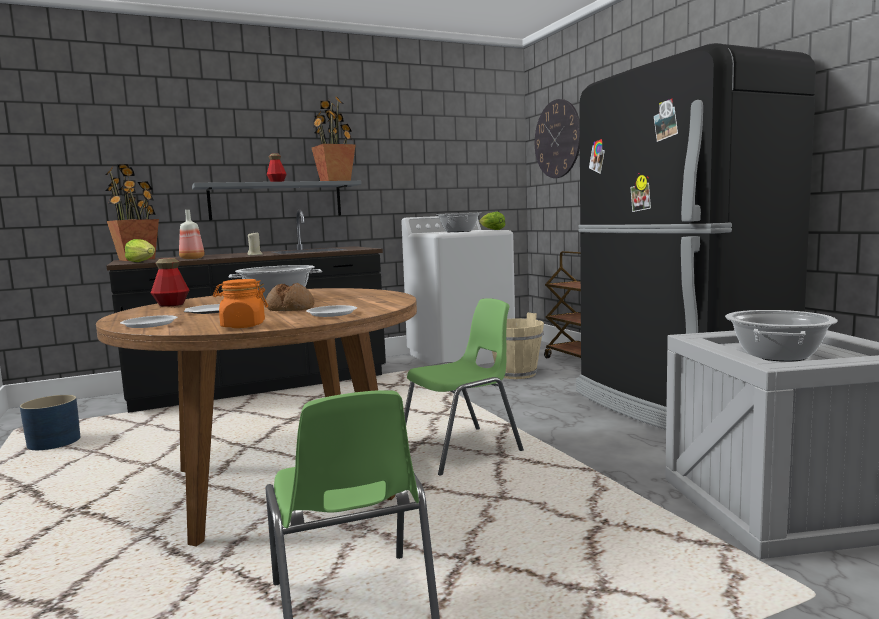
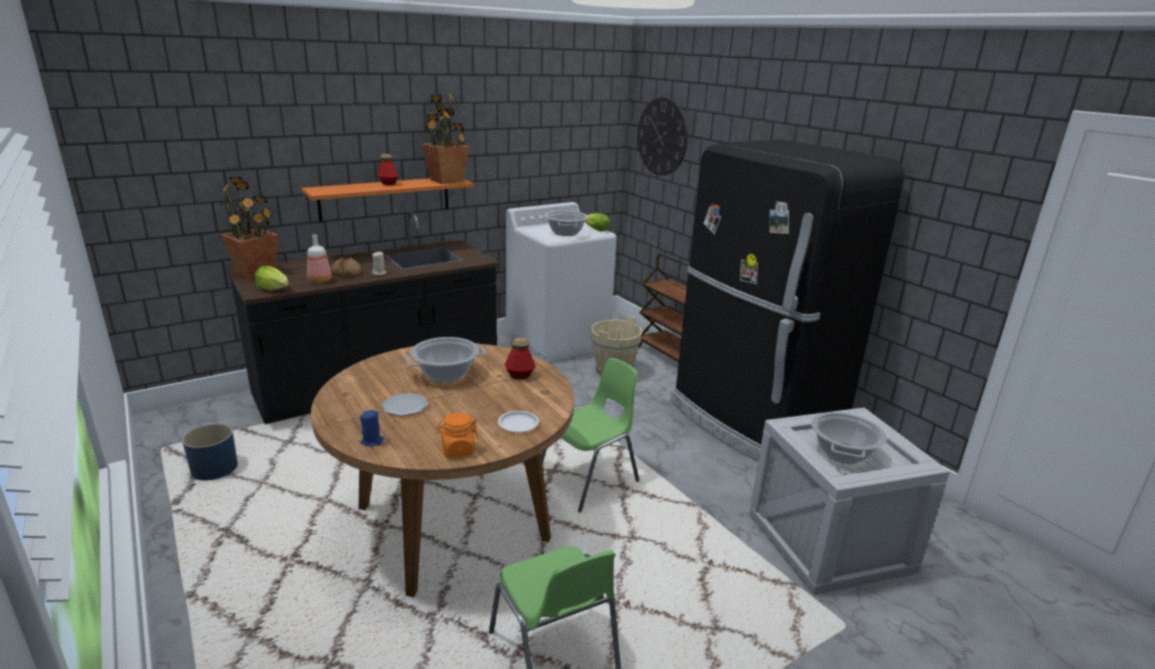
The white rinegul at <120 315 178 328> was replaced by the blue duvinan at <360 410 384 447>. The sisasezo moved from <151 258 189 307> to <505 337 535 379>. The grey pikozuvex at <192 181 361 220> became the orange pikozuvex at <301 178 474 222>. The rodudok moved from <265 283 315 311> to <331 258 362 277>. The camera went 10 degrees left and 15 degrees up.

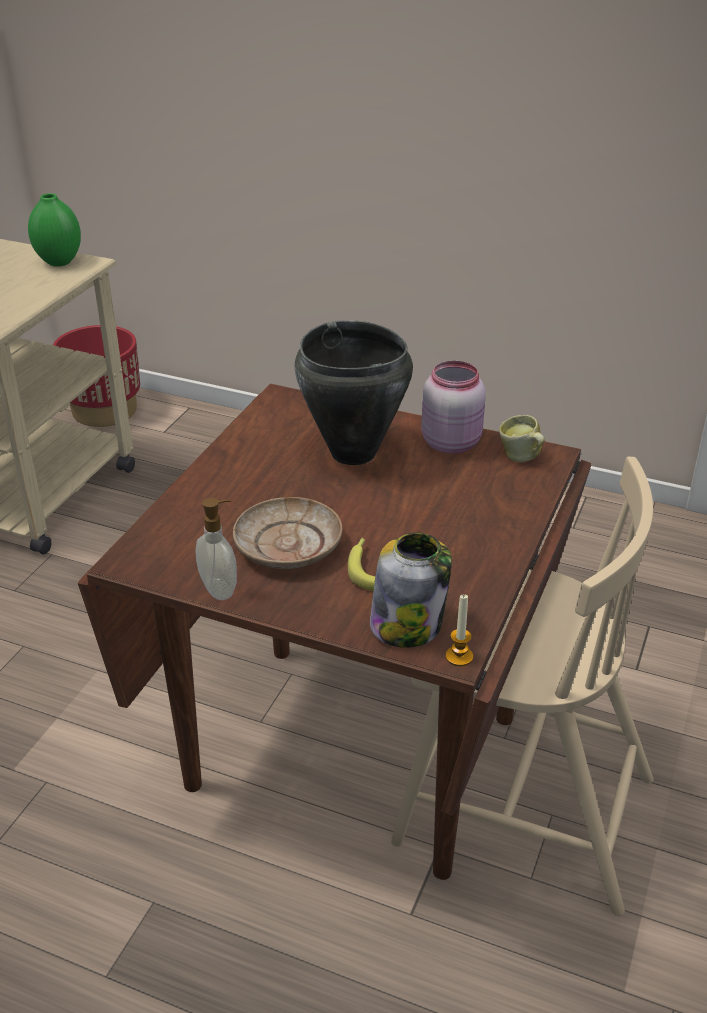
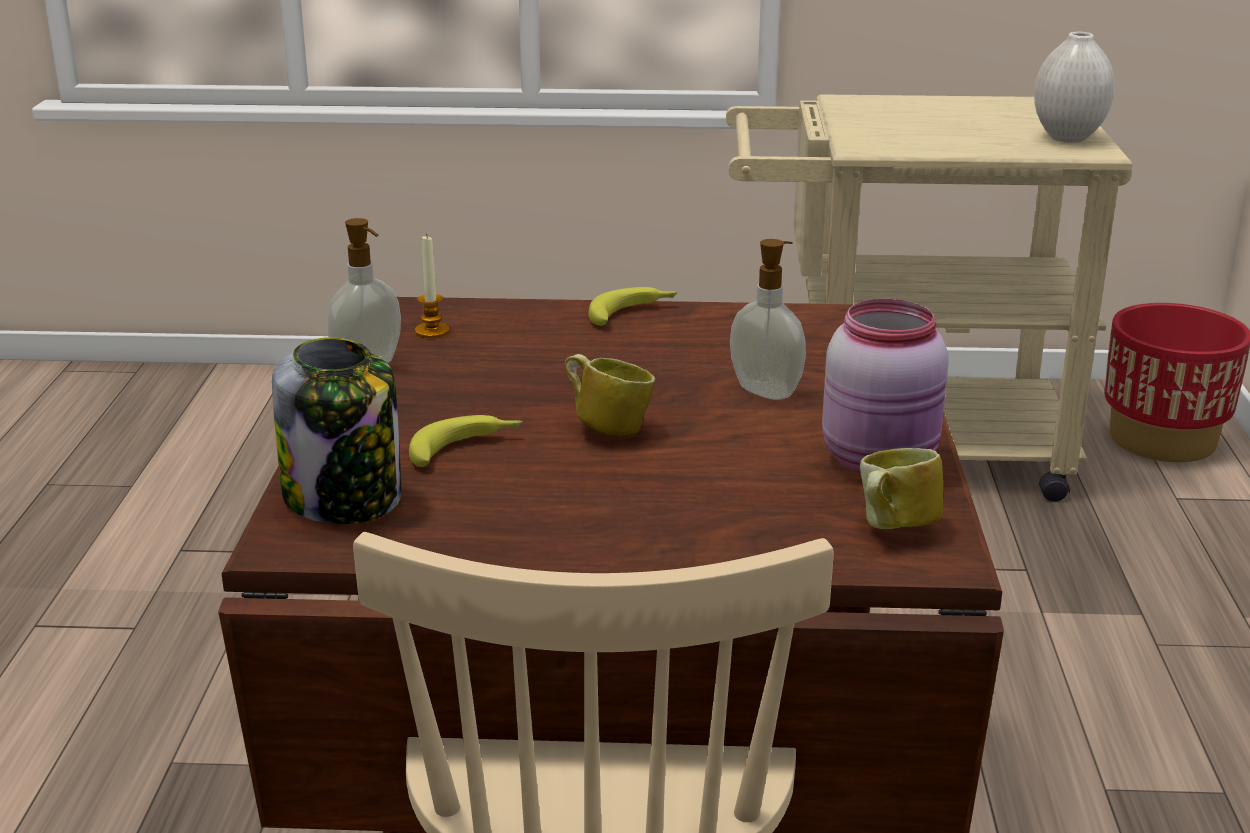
The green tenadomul at <28 193 81 267> became the white tenadomul at <1034 32 1115 143>. The beige rinegul at <233 497 342 569> disappeared. The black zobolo at <295 320 413 465> was replaced by the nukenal at <730 239 806 400>. The duvinan moved from <446 594 473 666> to <415 236 450 338>. The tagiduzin at <565 354 655 437> appeared. The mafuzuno at <589 287 678 326> appeared. The camera went 70 degrees right and 10 degrees down.

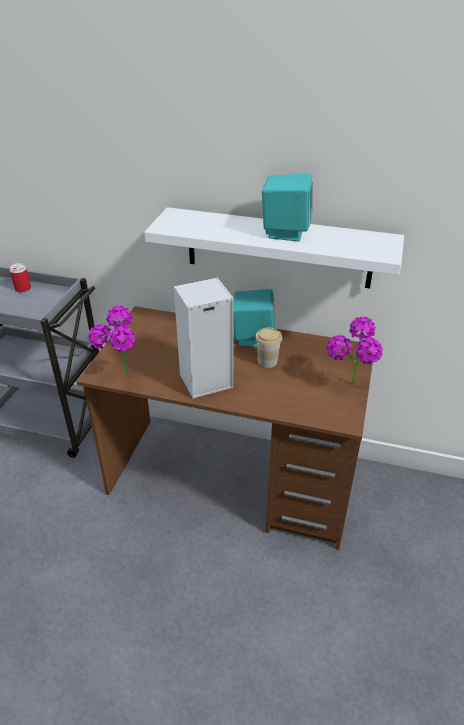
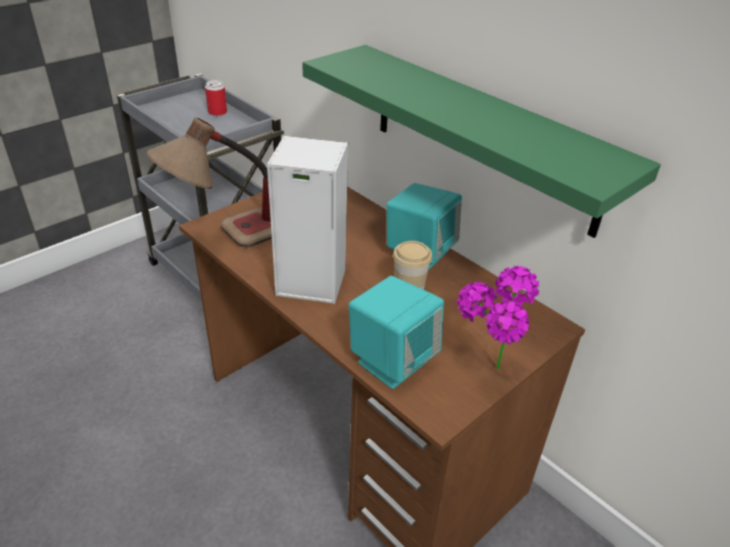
The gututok at <88 306 136 373> was replaced by the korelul at <146 117 272 248>. The white pikozuvex at <144 207 404 288> became the green pikozuvex at <302 45 661 238>. The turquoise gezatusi moved from <262 174 313 242> to <349 276 444 389>. The camera went 30 degrees right and 0 degrees up.

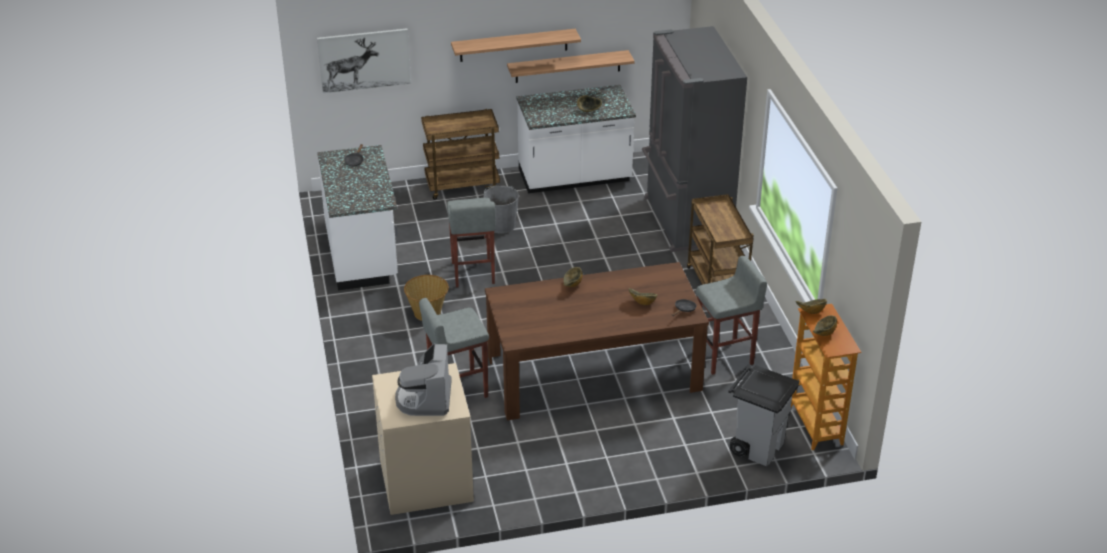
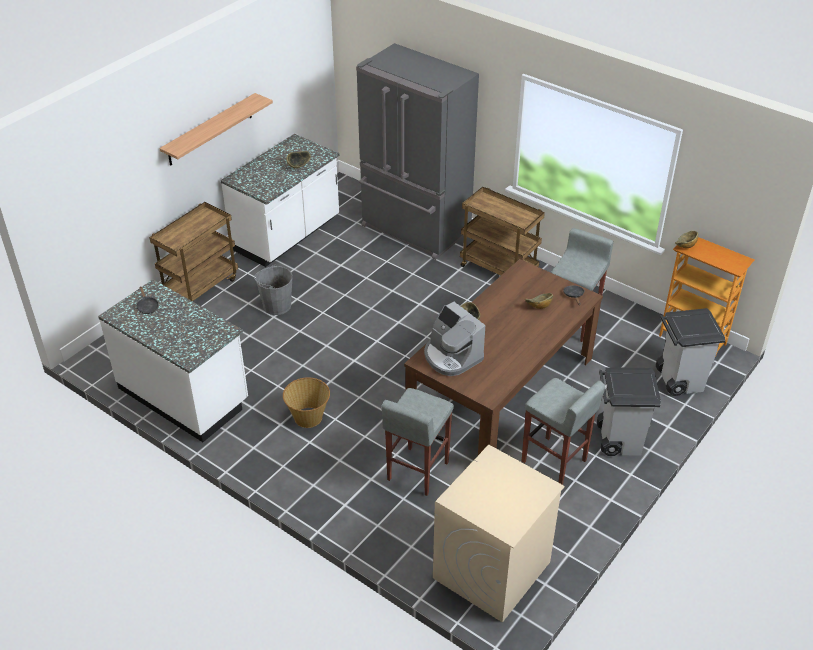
The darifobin at <317 28 411 93> disappeared. The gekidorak moved from <395 343 452 416> to <424 302 485 376>. The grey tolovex moved from <447 198 496 287> to <522 378 605 485>. The pikozuvex at <507 50 635 83> disappeared. The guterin at <813 315 837 336> disappeared. The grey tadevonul at <597 367 661 456> appeared. The camera went 40 degrees left and 5 degrees up.

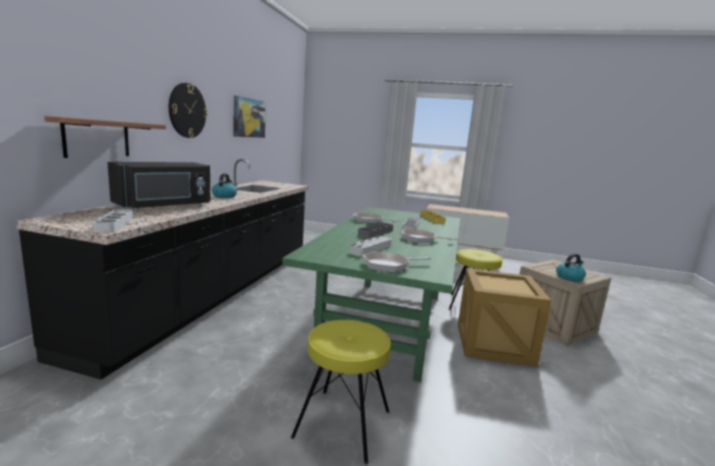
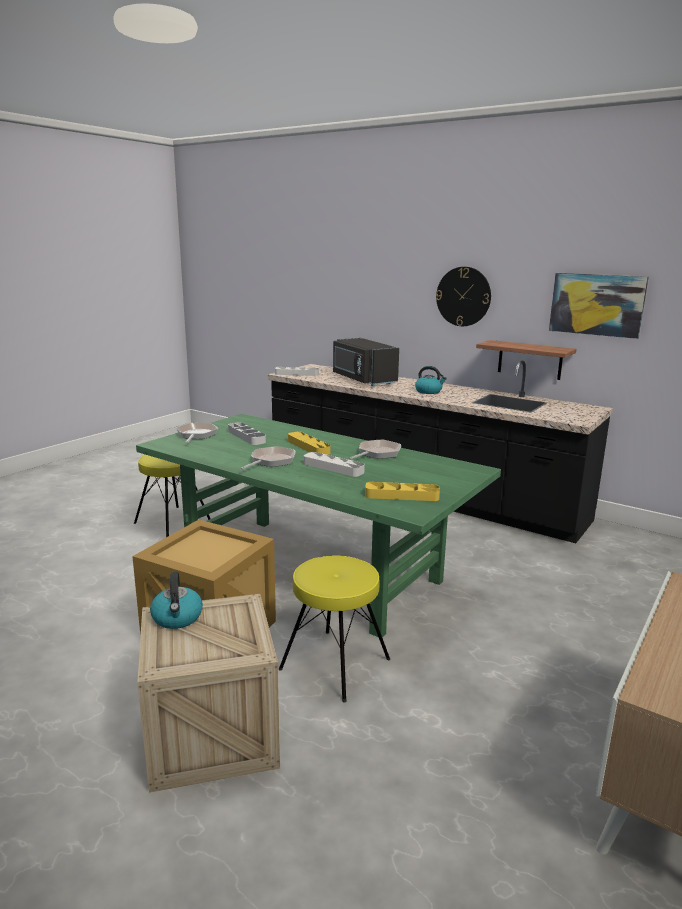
The pikozuvex moved from <45 116 166 158> to <476 340 576 380>. The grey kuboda at <358 223 393 238> became the yellow kuboda at <288 431 331 455>. The camera went 110 degrees right and 5 degrees up.

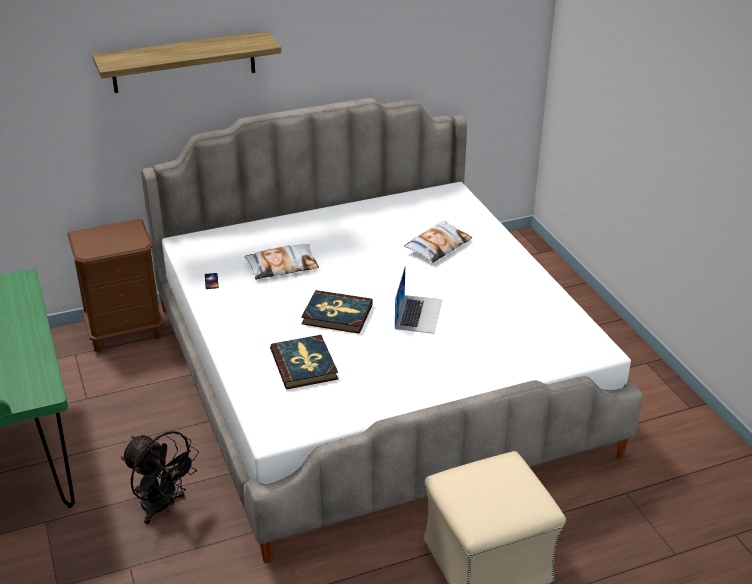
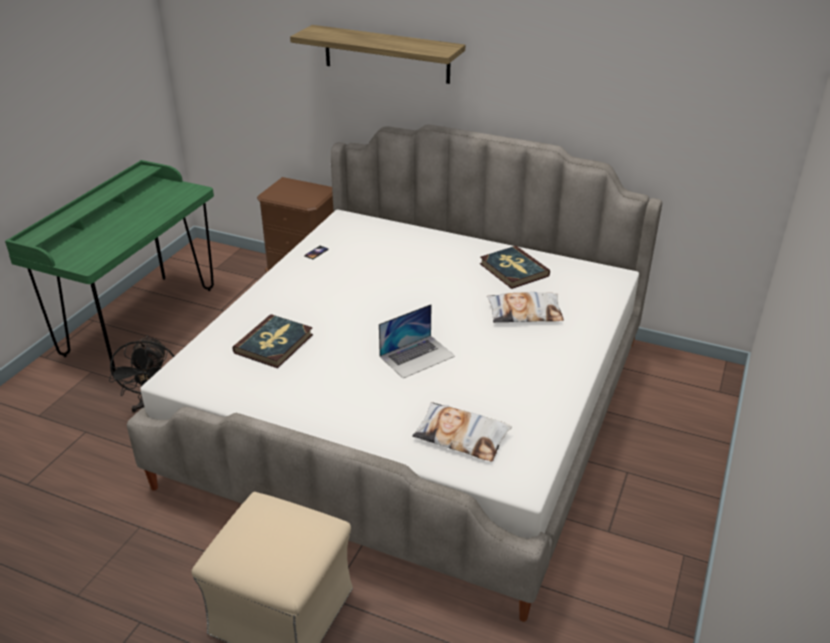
The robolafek moved from <244 244 319 280> to <412 402 512 461>. The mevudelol moved from <301 290 373 334> to <480 246 550 289>. The camera went 45 degrees right and 0 degrees up.

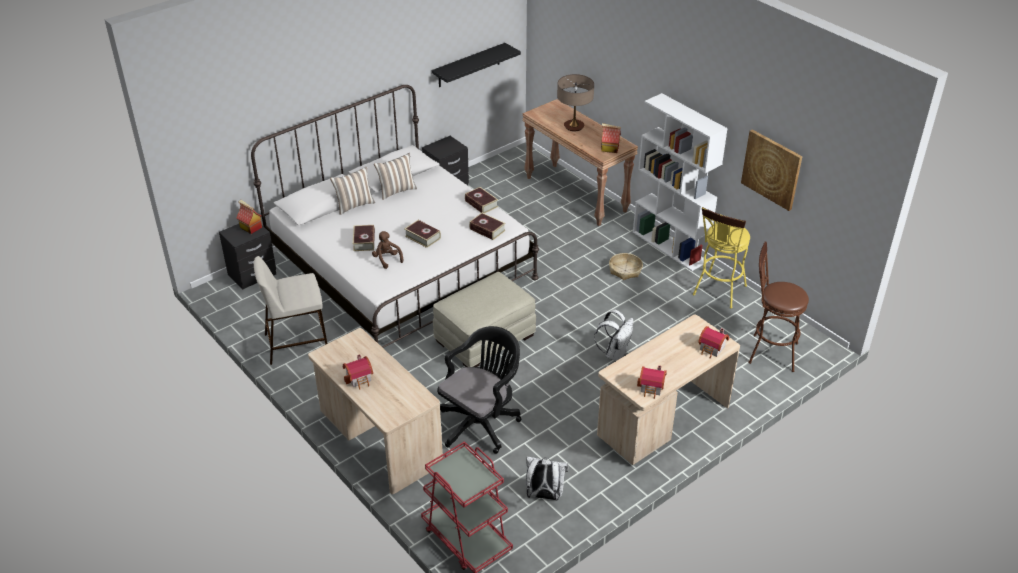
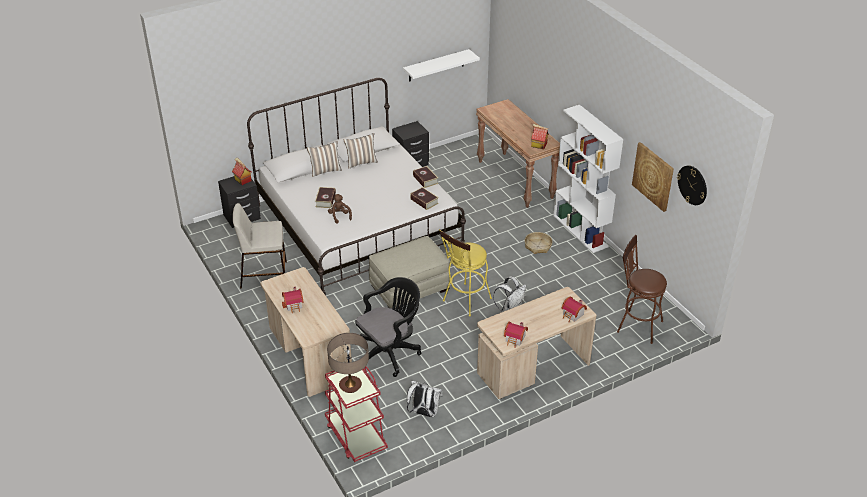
The mevudelol at <405 220 441 248> disappeared. The black pikozuvex at <432 43 521 87> became the white pikozuvex at <403 49 480 82>. The korelul moved from <557 74 594 132> to <327 333 369 393>. The yellow tolovex moved from <693 207 750 309> to <439 229 492 316>. The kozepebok at <677 165 707 205> appeared. The camera went 10 degrees right and 0 degrees up.

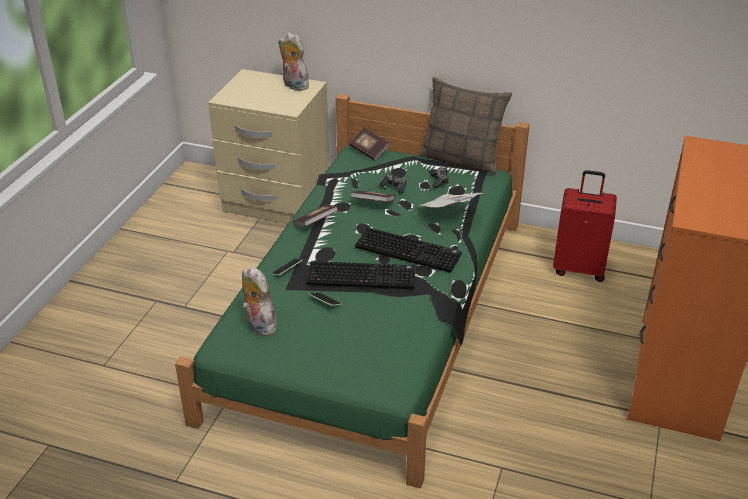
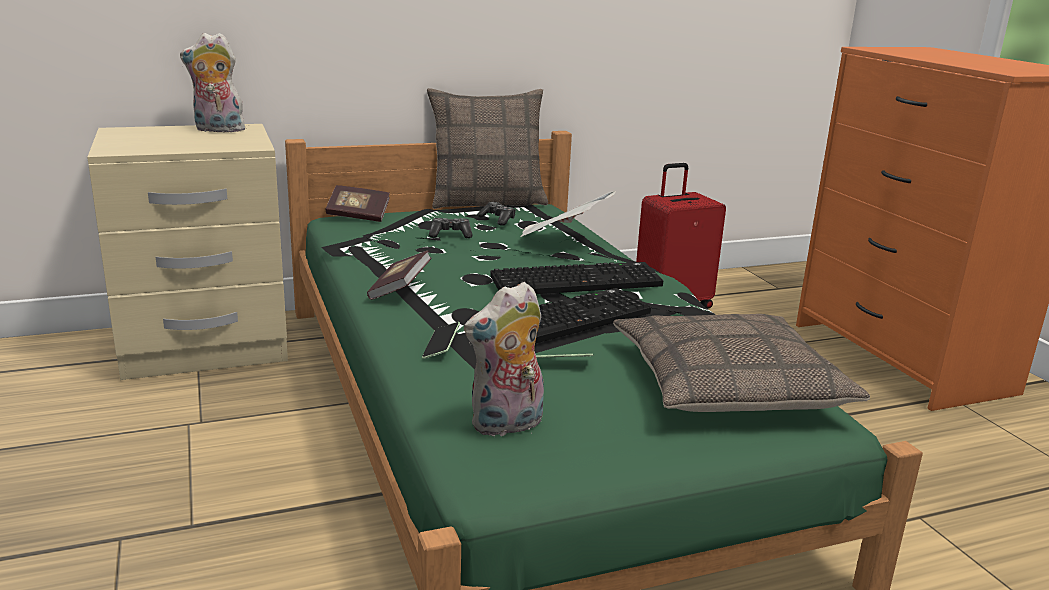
The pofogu at <242 267 280 336> turned 45 degrees counterclockwise. The mevudelol at <351 191 395 202> disappeared. The robolafek at <613 314 870 412> appeared. The camera went 40 degrees left and 15 degrees down.

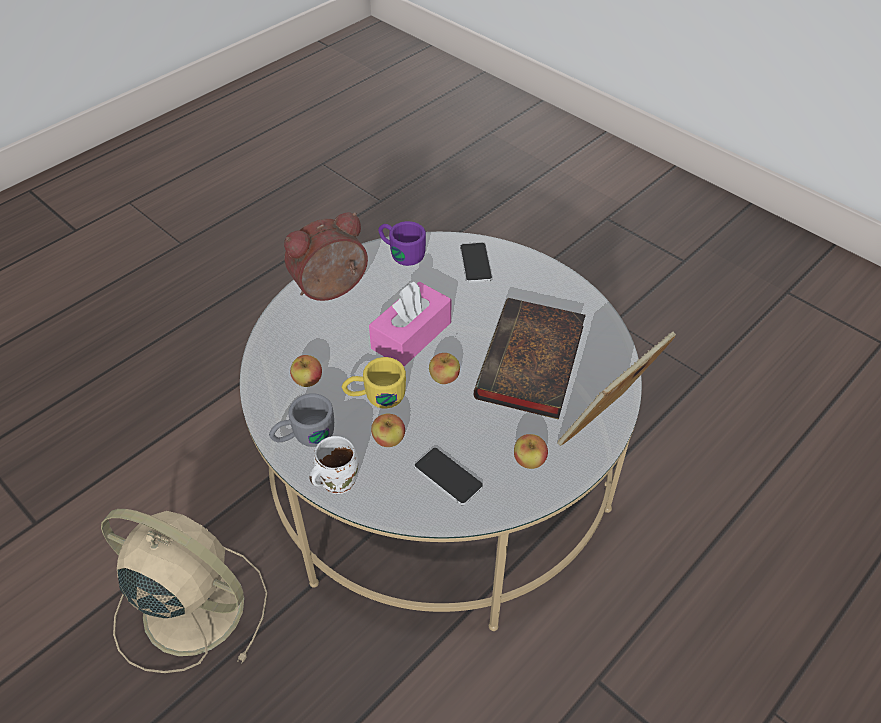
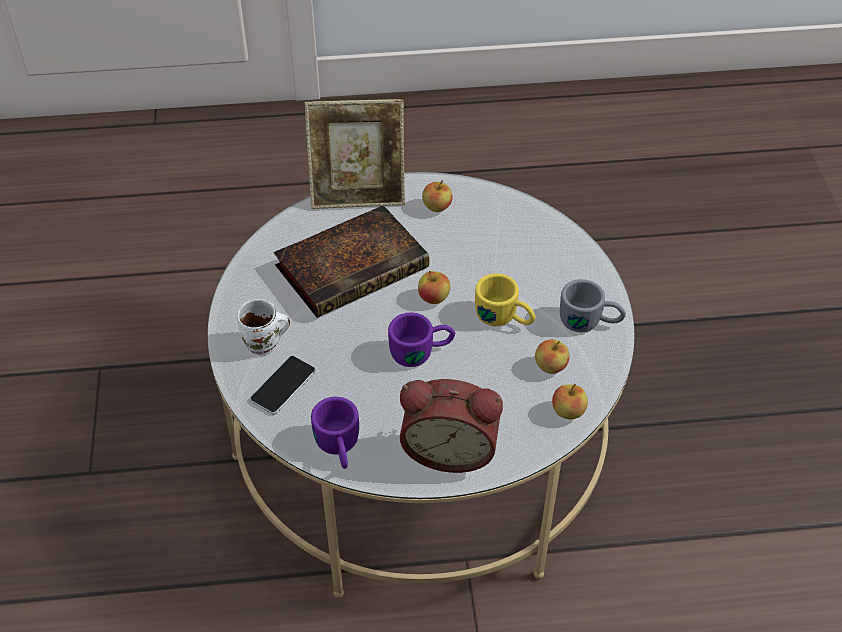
The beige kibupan at <101 509 267 673> disappeared. The white tagiduzin moved from <310 436 358 494> to <237 299 290 355>. The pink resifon at <369 282 452 366> was replaced by the purple tagiduzin at <388 312 455 367>. The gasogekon moved from <371 413 405 447> to <552 383 588 419>. The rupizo at <414 448 483 505> disappeared. The camera went 140 degrees left and 0 degrees up.

